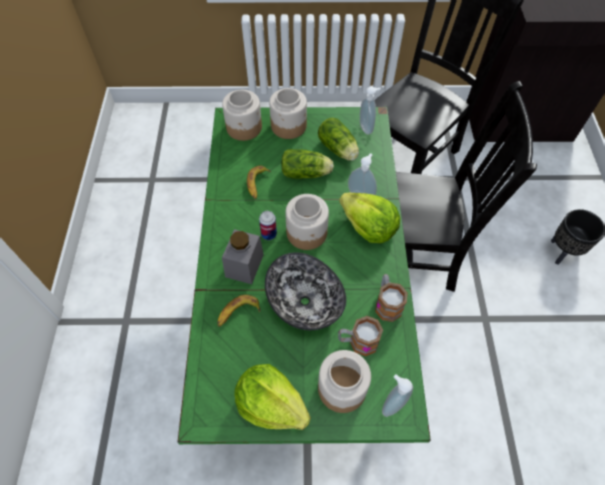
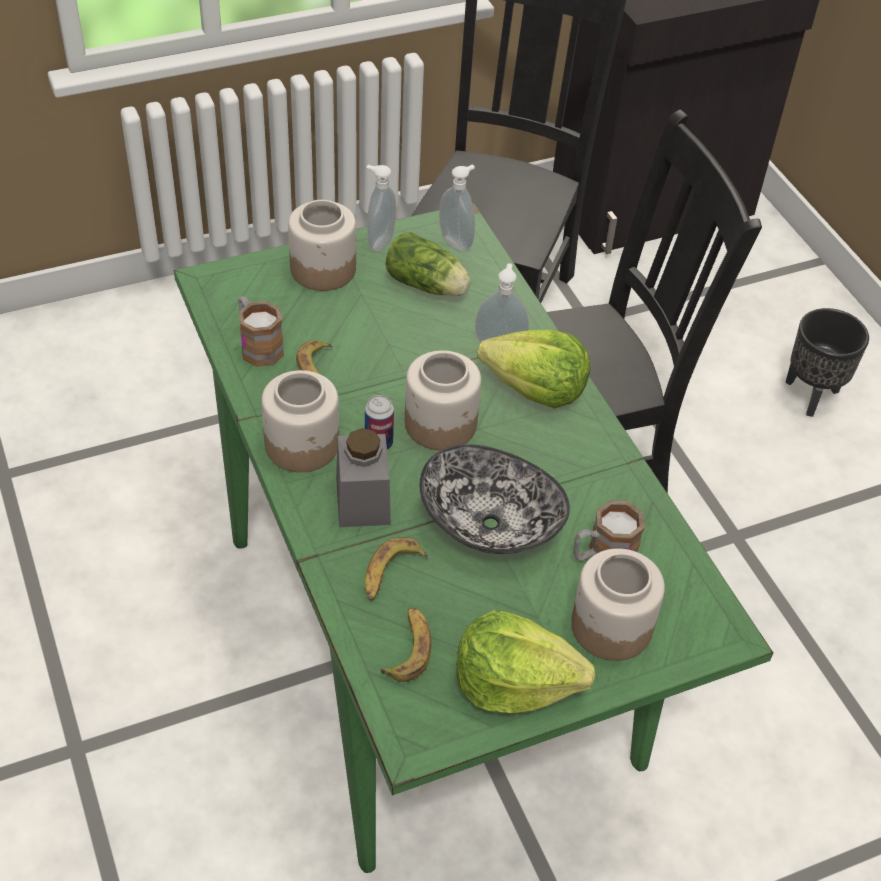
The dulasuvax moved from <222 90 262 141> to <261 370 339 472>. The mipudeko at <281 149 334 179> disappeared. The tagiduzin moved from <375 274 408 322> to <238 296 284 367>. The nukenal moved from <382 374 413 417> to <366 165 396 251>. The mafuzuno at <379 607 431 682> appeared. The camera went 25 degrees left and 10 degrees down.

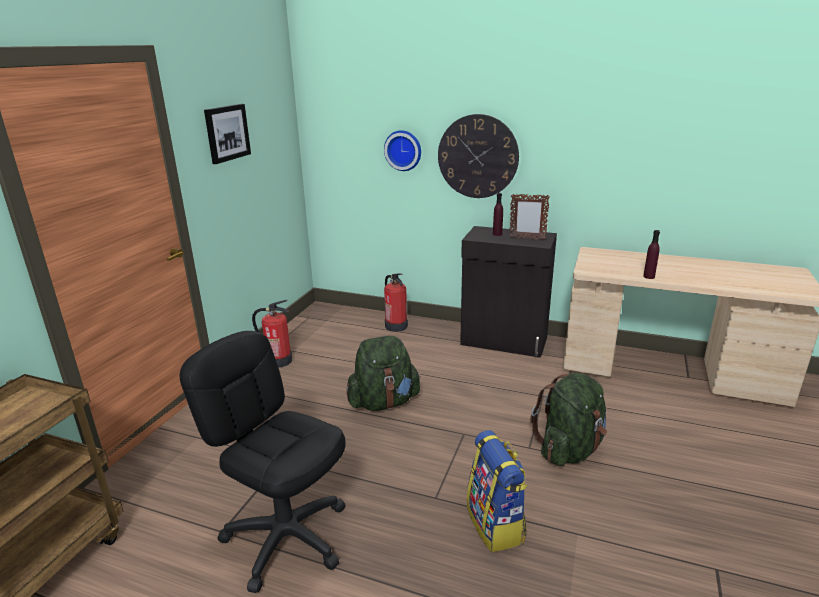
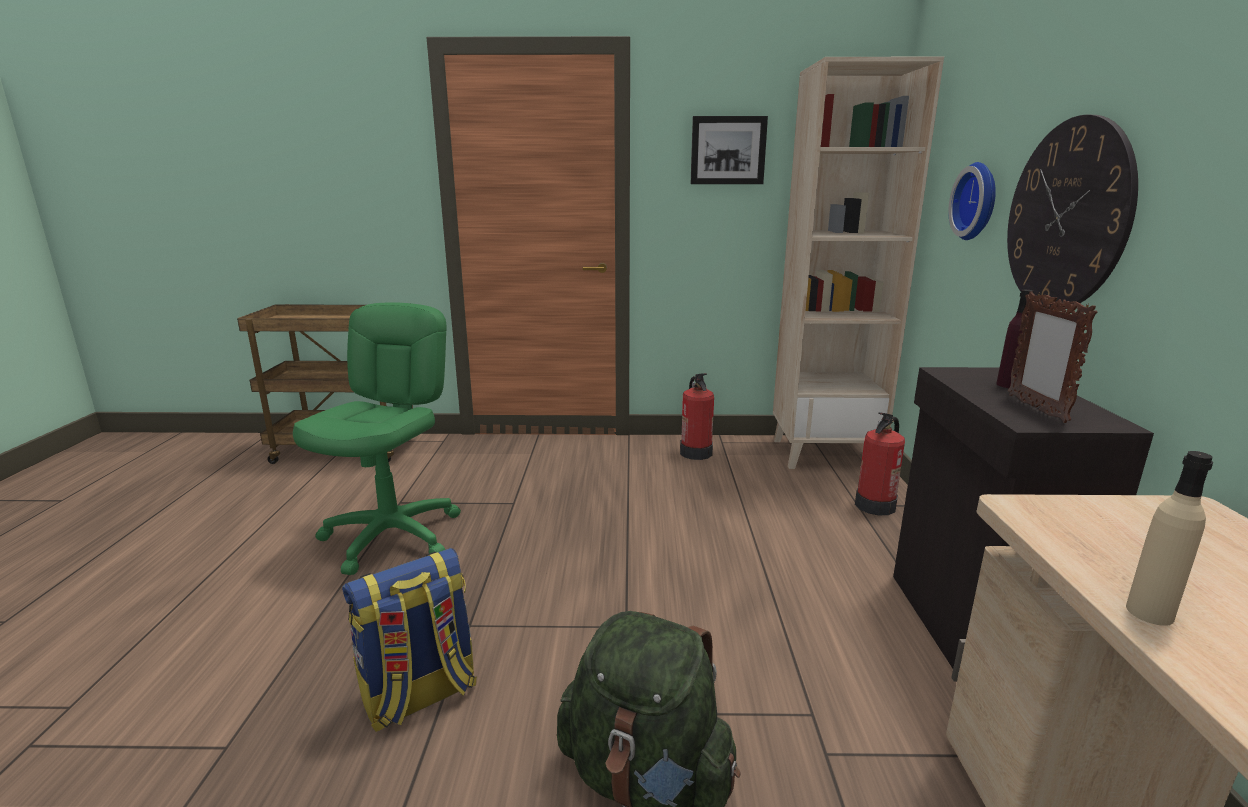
The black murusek at <180 331 346 593> became the green murusek at <293 302 461 575>. The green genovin at <346 336 421 411> disappeared. The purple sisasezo at <643 230 660 279> became the beige sisasezo at <1126 451 1213 626>. The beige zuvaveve at <773 57 944 469> appeared. The camera went 70 degrees right and 5 degrees down.

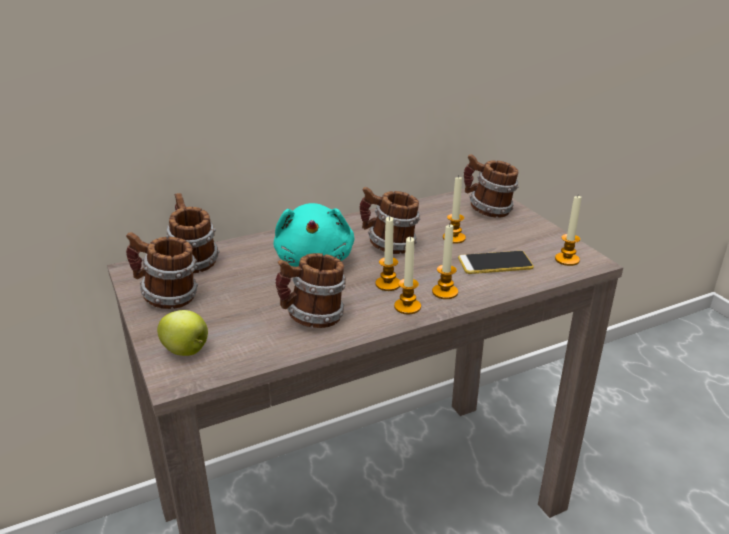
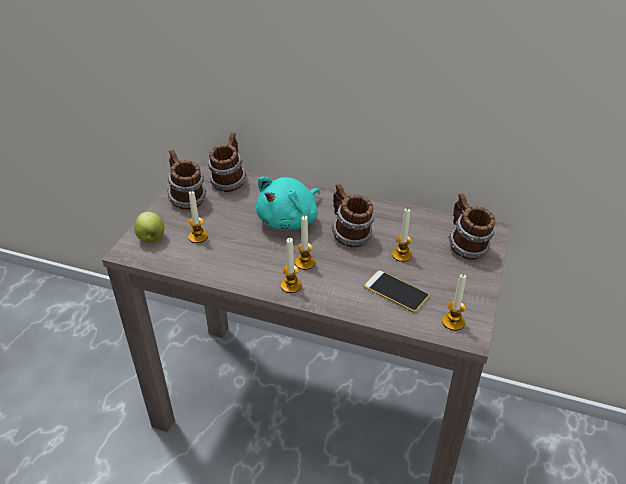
The tagiduzin at <276 253 346 328> disappeared. The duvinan moved from <432 224 458 299> to <188 191 208 243>. The camera went 45 degrees right and 10 degrees up.

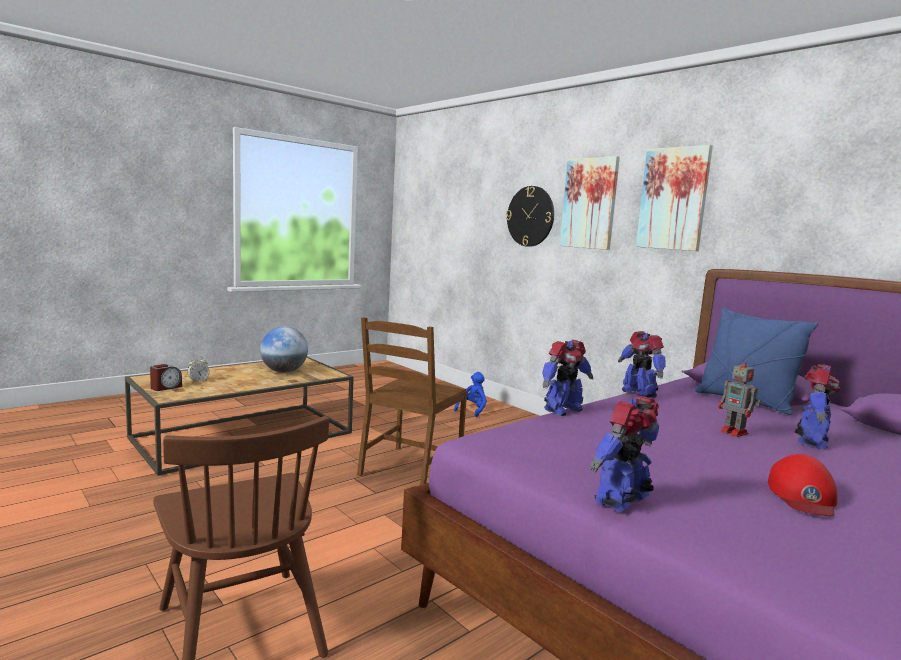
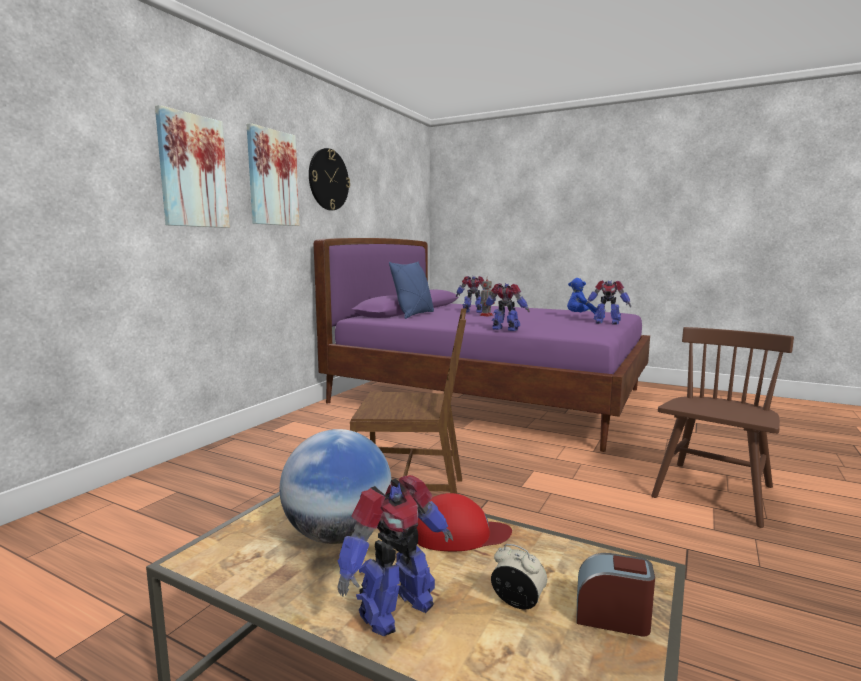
The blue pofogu moved from <454 372 487 417> to <567 278 605 318>. The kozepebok moved from <506 186 554 247> to <309 148 350 210>. The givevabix moved from <618 331 666 398> to <337 475 453 636>. The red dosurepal moved from <768 454 837 516> to <416 493 512 551>. The camera went 110 degrees left and 0 degrees up.

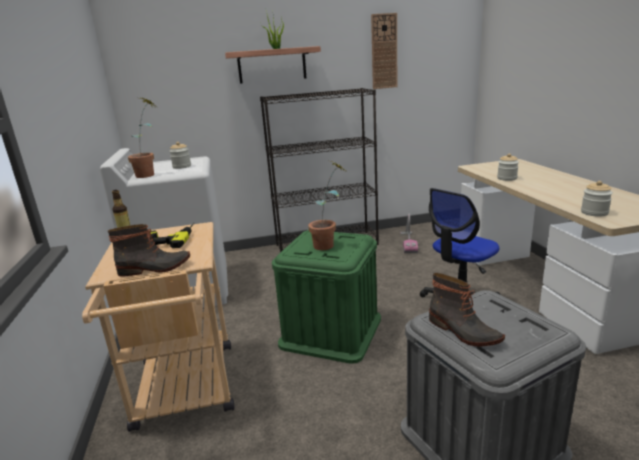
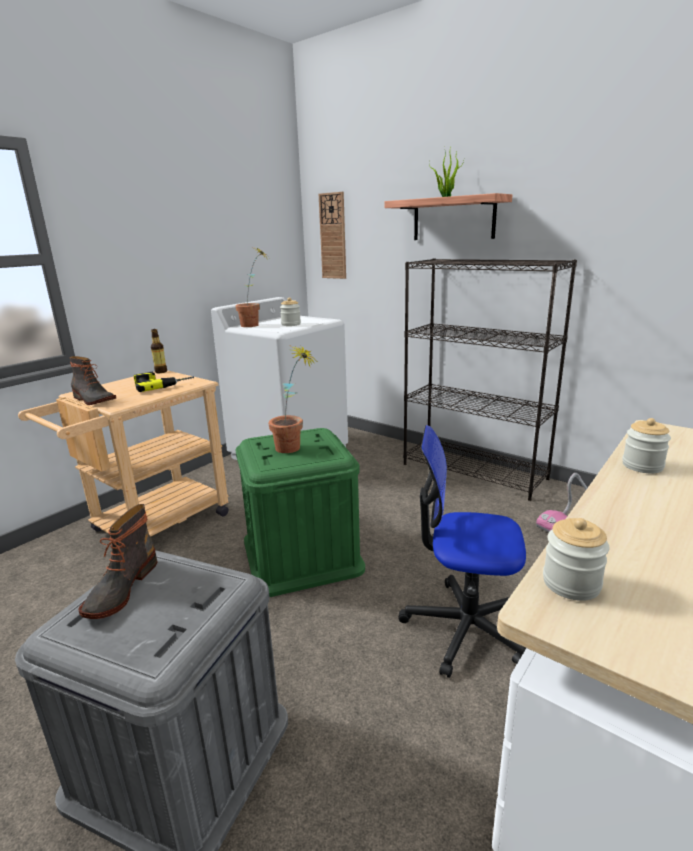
The kozepebok moved from <371 13 397 89> to <319 192 346 279>. The camera went 50 degrees right and 0 degrees up.

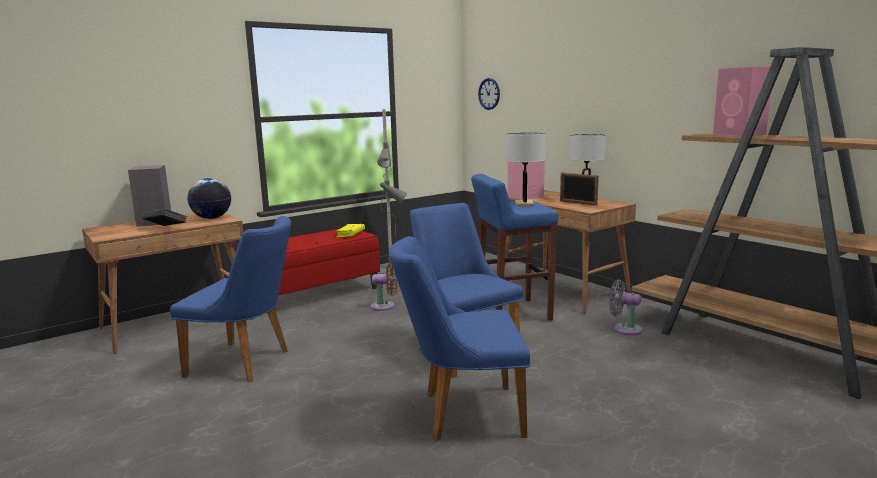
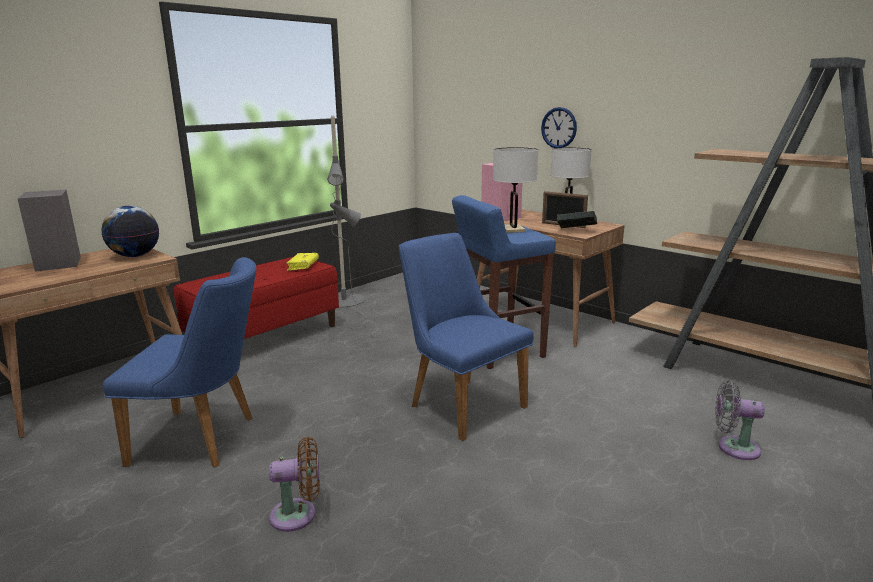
The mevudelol moved from <142 209 187 226> to <557 211 597 228>. The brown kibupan moved from <371 263 397 311> to <269 437 320 532>. The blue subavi at <389 236 531 441> disappeared. The kozepebok moved from <478 78 500 110> to <541 107 577 148>. The grey kibupan moved from <609 280 643 335> to <716 380 765 460>. The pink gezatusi at <713 67 771 136> disappeared. The camera went 10 degrees left and 5 degrees up.

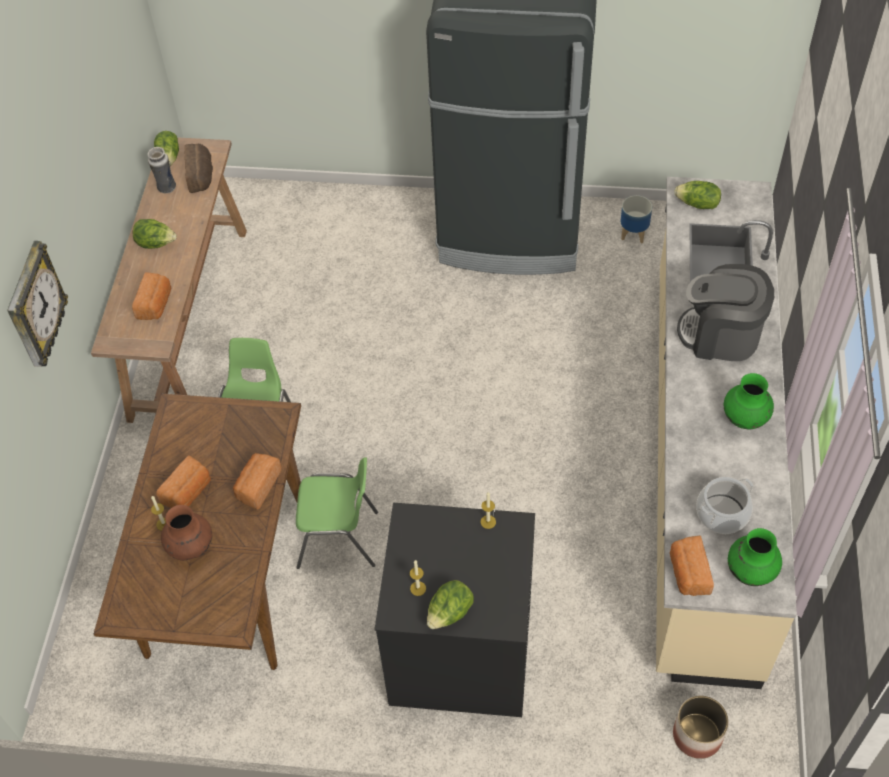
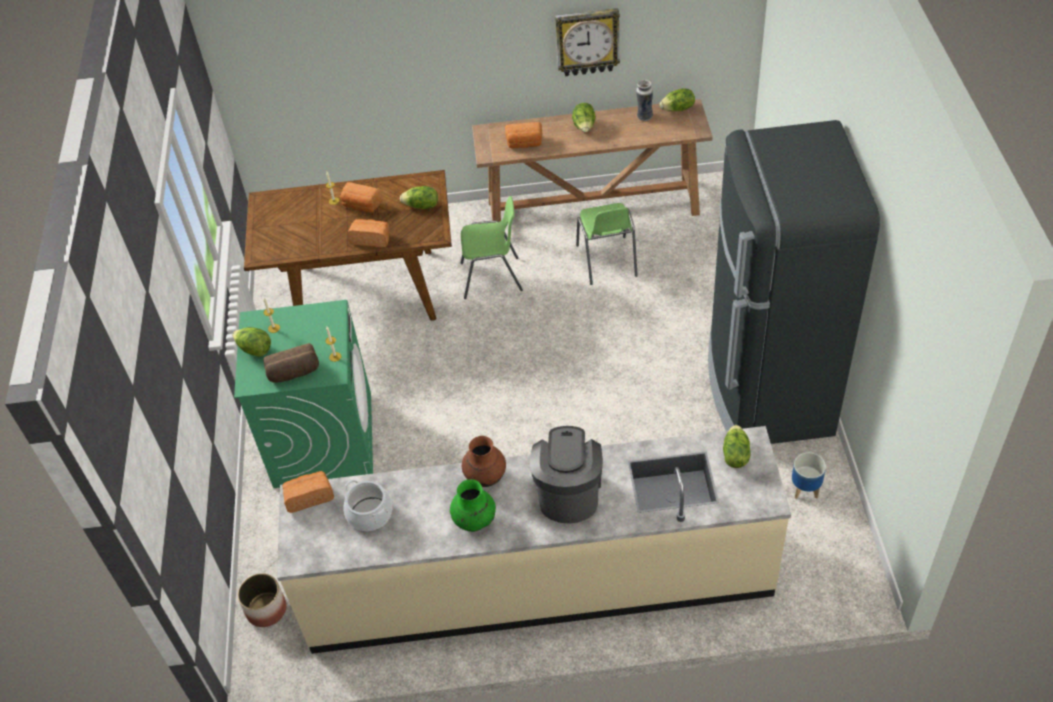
The kozepebok moved from <7 241 68 367> to <555 8 620 76>. The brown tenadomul moved from <161 505 212 561> to <462 436 506 487>. The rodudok moved from <184 144 213 193> to <264 343 319 383>. The green subavi moved from <296 457 378 569> to <576 203 638 285>. The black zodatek at <374 503 535 717> became the green zodatek at <234 300 373 488>. The green tenadomul at <728 528 782 586> disappeared. The mipudeko at <400 186 438 209> appeared. The camera went 80 degrees right and 5 degrees down.

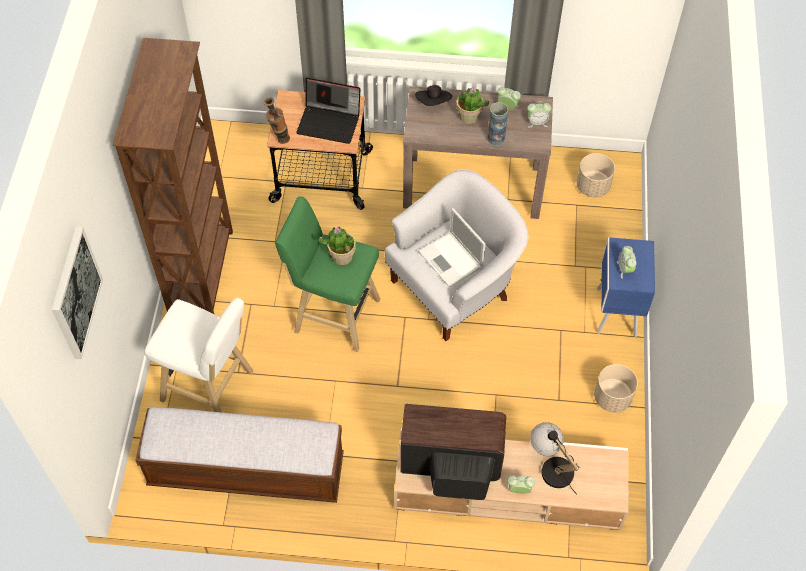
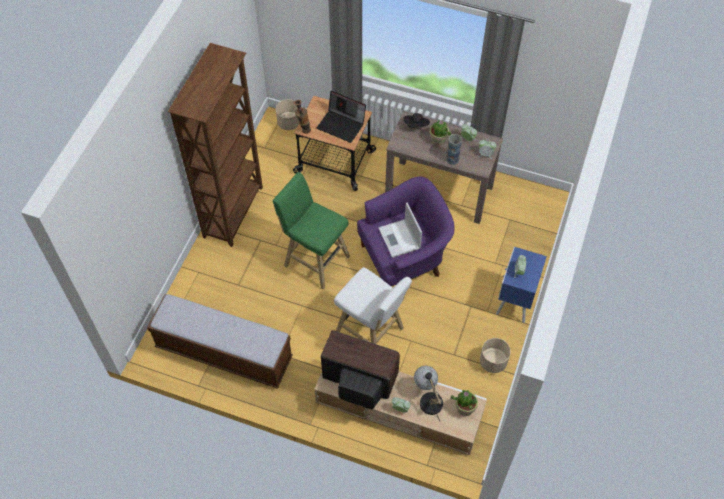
The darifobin at <52 227 103 359> disappeared. The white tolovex moved from <144 298 253 412> to <334 267 412 344>. The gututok moved from <319 226 356 265> to <451 390 478 416>. The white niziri at <385 169 529 341> became the purple niziri at <357 176 454 286>. The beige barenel moved from <577 153 615 197> to <276 99 299 130>. The camera went 15 degrees right and 0 degrees up.

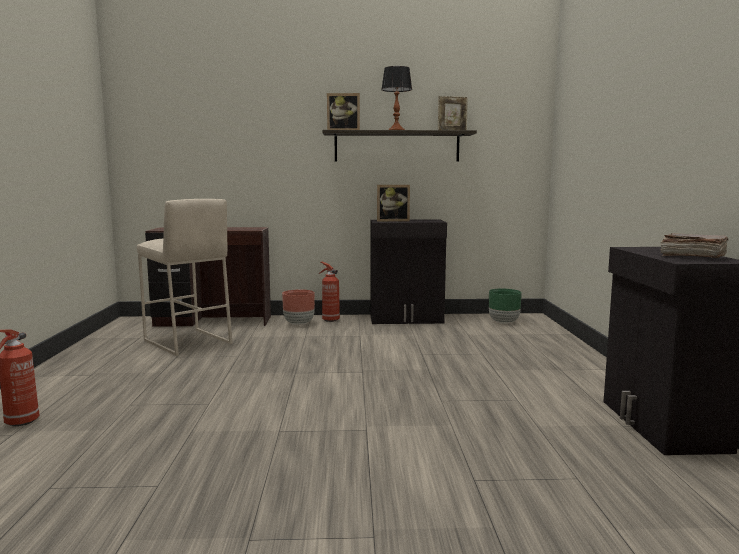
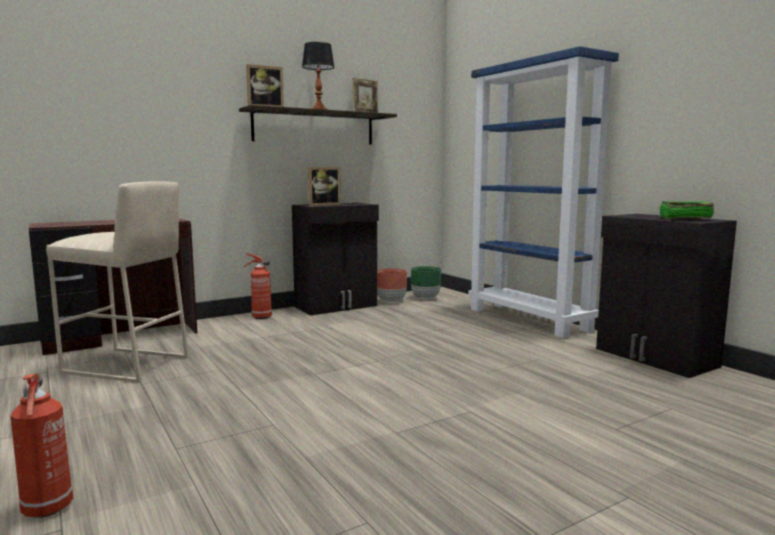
The brown barenel moved from <282 290 315 325> to <377 269 407 303>. The brown mevudelol at <661 233 728 258> became the green mevudelol at <659 201 714 219>. The blue zuvaveve at <468 46 619 339> appeared. The camera went 30 degrees left and 0 degrees up.

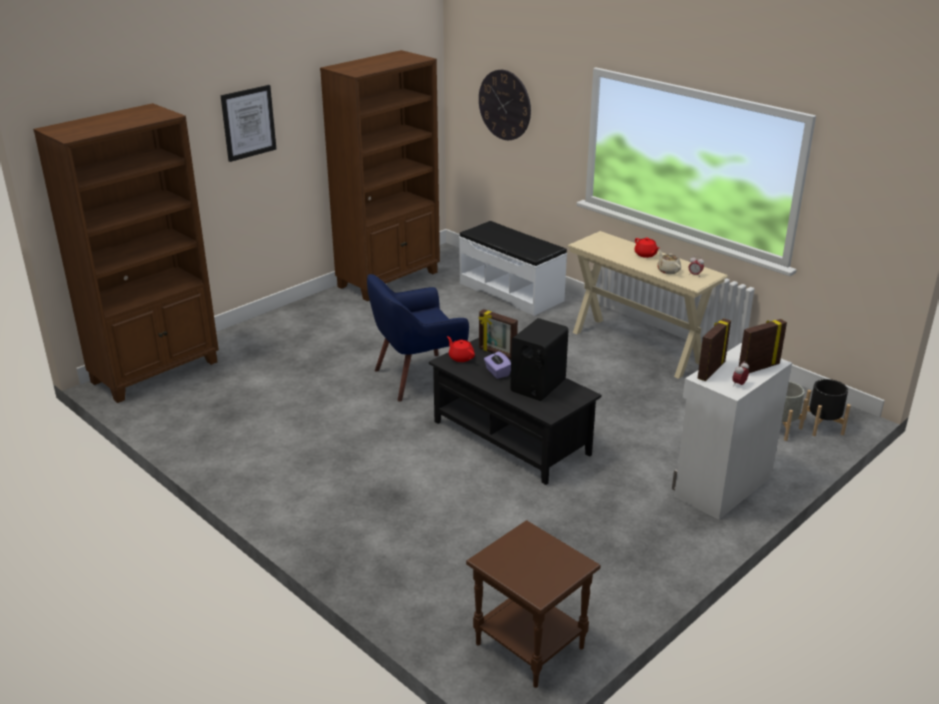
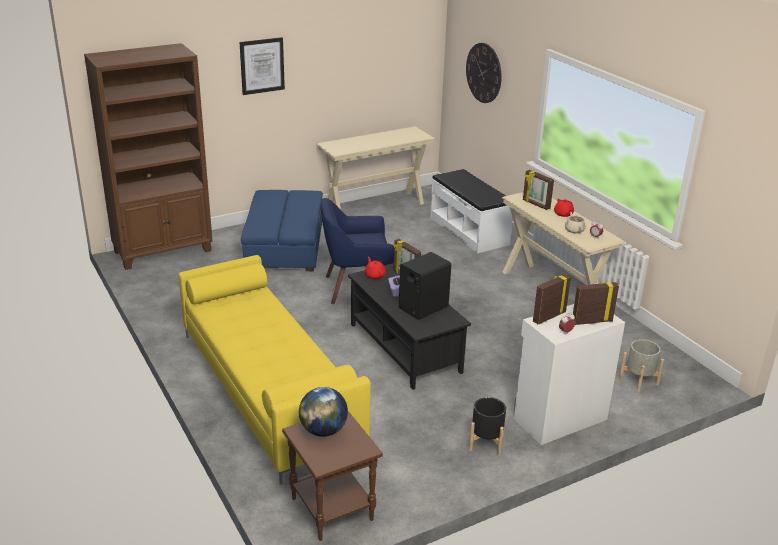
The brown zuvaveve at <320 50 440 301> was replaced by the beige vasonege at <316 126 435 210>. The black barenel moved from <804 379 851 436> to <469 397 507 456>. The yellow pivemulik at <178 255 371 485> appeared. The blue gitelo at <241 190 323 271> appeared. The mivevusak at <299 387 348 437> appeared. The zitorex at <523 170 554 210> appeared. The camera went 15 degrees right and 0 degrees up.

